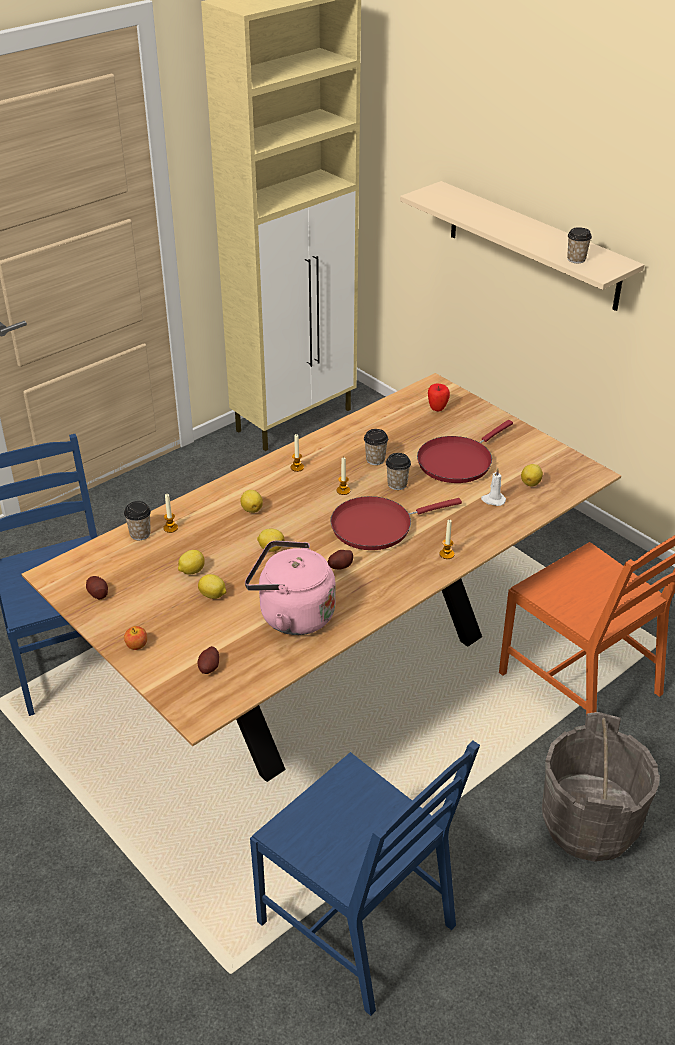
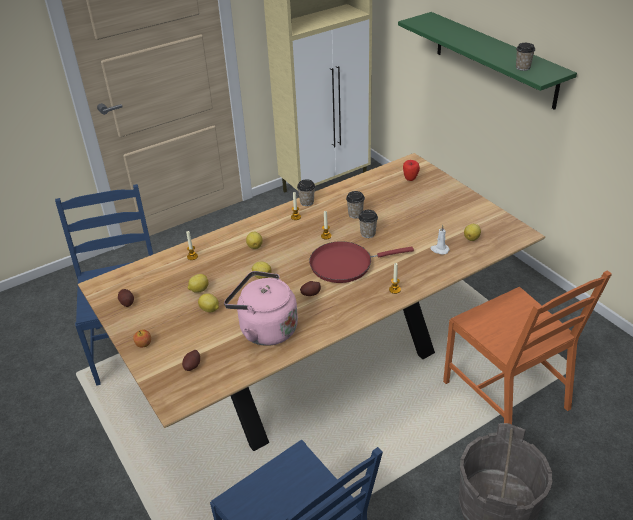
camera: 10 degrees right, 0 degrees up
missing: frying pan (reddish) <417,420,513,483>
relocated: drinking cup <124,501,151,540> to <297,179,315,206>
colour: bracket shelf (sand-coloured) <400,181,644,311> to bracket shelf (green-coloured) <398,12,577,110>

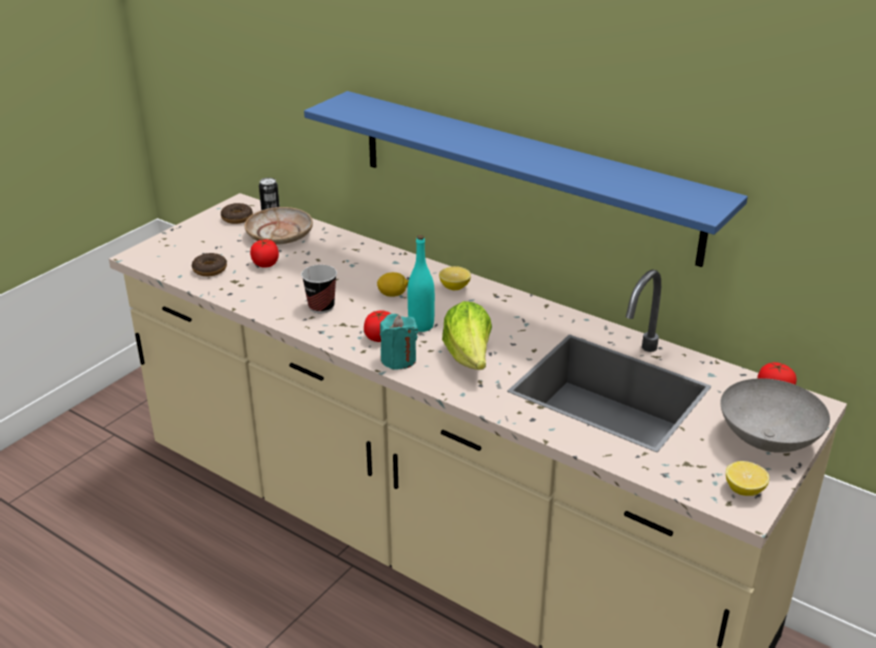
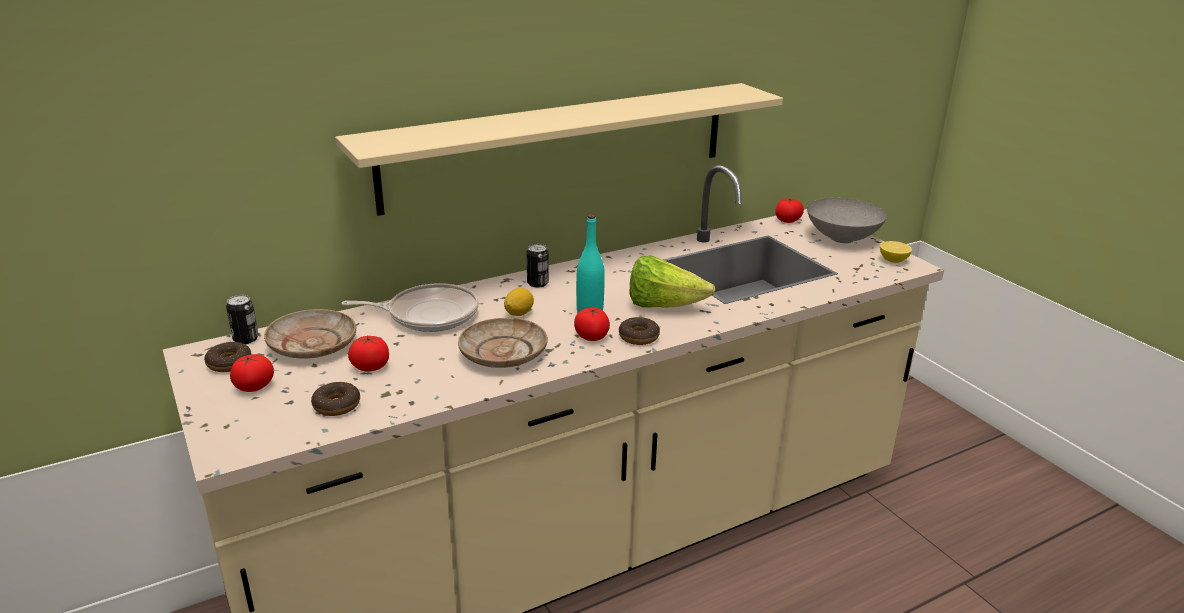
camera: 65 degrees left, 5 degrees down
appeared: fresh tomato <230,354,274,392>; frying pan <342,283,479,332>
exchanged: drinking cup <301,265,337,313> to plate (sand-coloured) <458,318,548,368>; whole lemon <439,266,471,290> to sealed can <526,244,549,288>; candle (turquoise) <380,314,418,370> to doughnut <619,317,660,345>
colour: bracket shelf (bluish) <304,91,748,267> to bracket shelf (sand-coloured) <335,83,783,216>

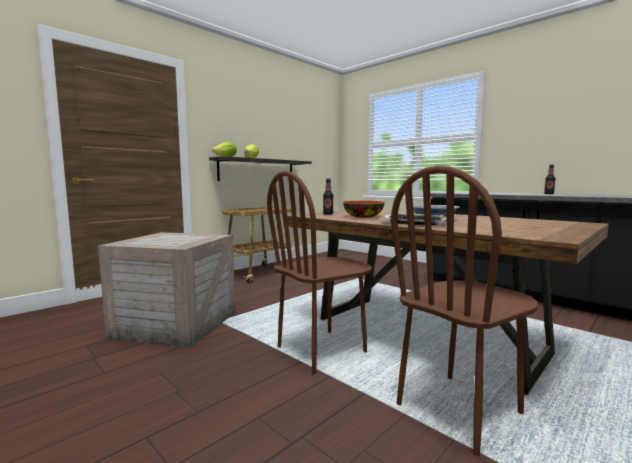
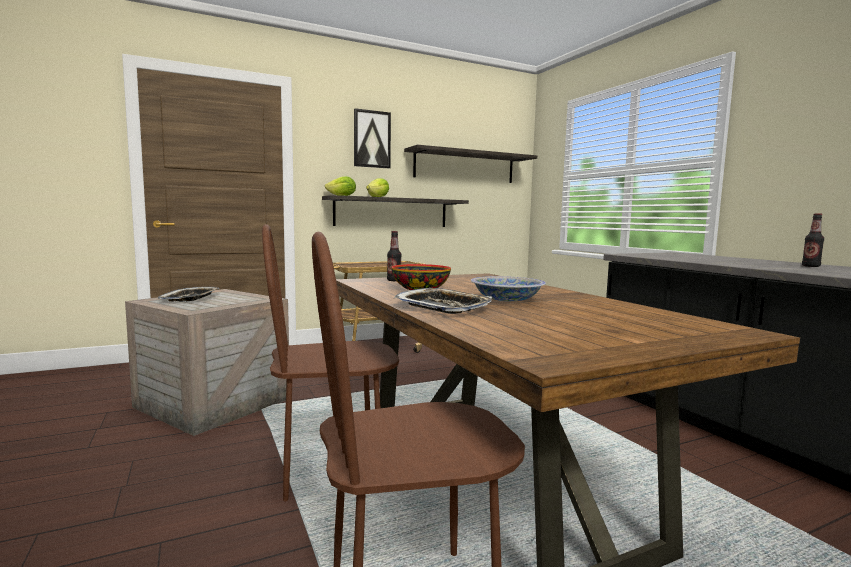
camera: 20 degrees right, 0 degrees up
appeared: serving tray <158,287,220,302>; wall art <354,108,391,168>; bracket shelf <404,145,537,183>

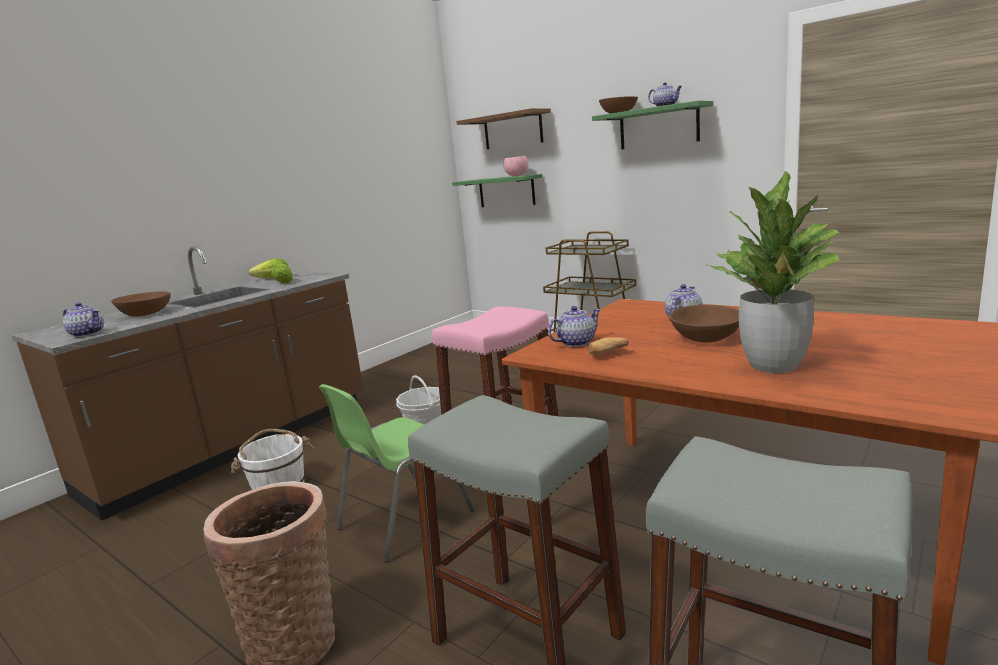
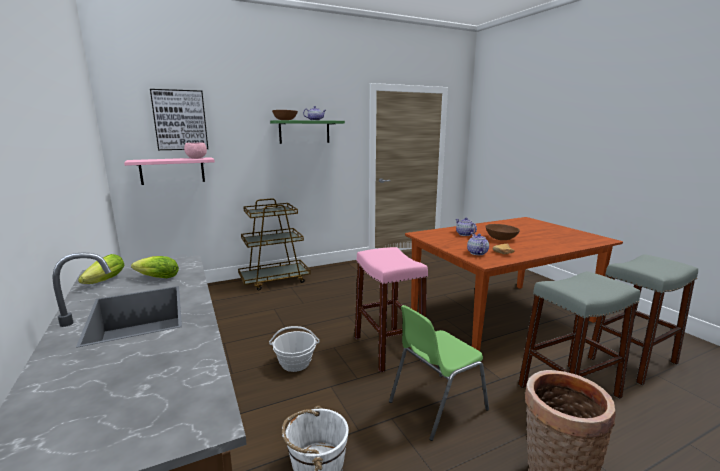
camera: 65 degrees left, 0 degrees up
missing: teapot <63,302,104,337>; bowl (brown) <111,291,171,316>; houseplant <708,171,839,373>
exchanged: bracket shelf (brown) <456,108,551,149> to wall art <150,89,208,150>
colour: bracket shelf (green-coloured) <452,174,542,207> to bracket shelf (pinkish) <124,157,215,185>
spun: upright chair (green-coloured) <319,384,474,563> = <389,305,489,441> 75 degrees clockwise

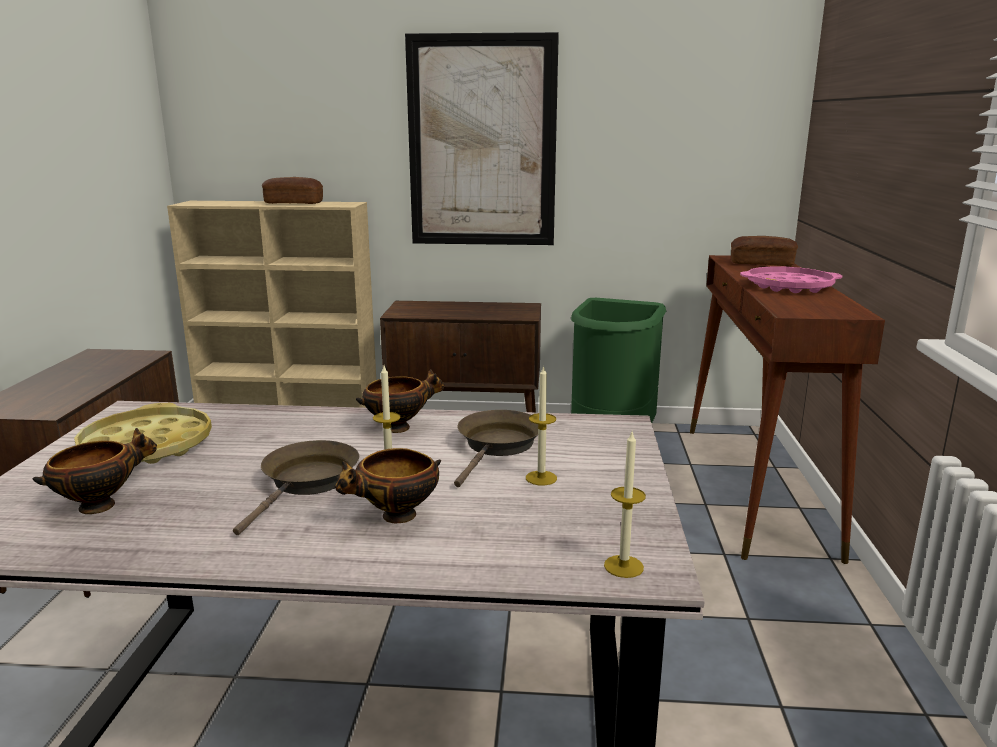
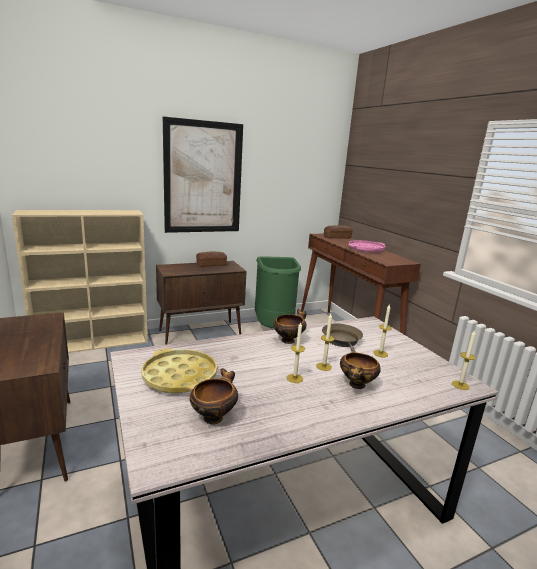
camera: 30 degrees left, 0 degrees up
relocated: baked bread <262,177,323,204> to <196,251,227,267>
exchanged: frying pan (brown) <233,440,359,535> to candle <287,322,305,383>

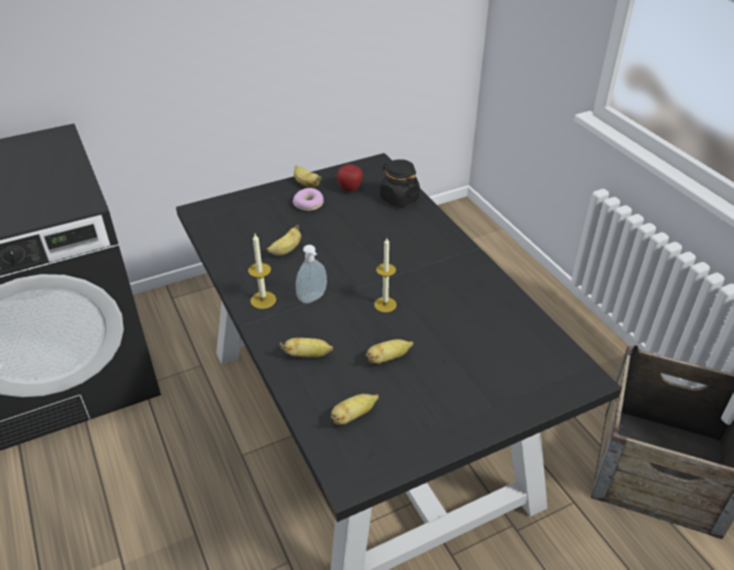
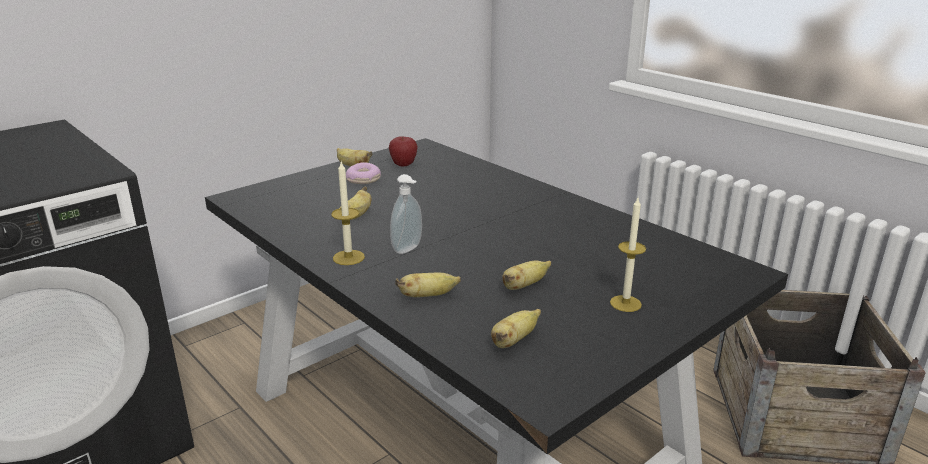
camera: 15 degrees left, 15 degrees down
missing: storage jar (black) <380,159,420,207>
relocated: candle <374,238,397,313> to <610,198,646,312>

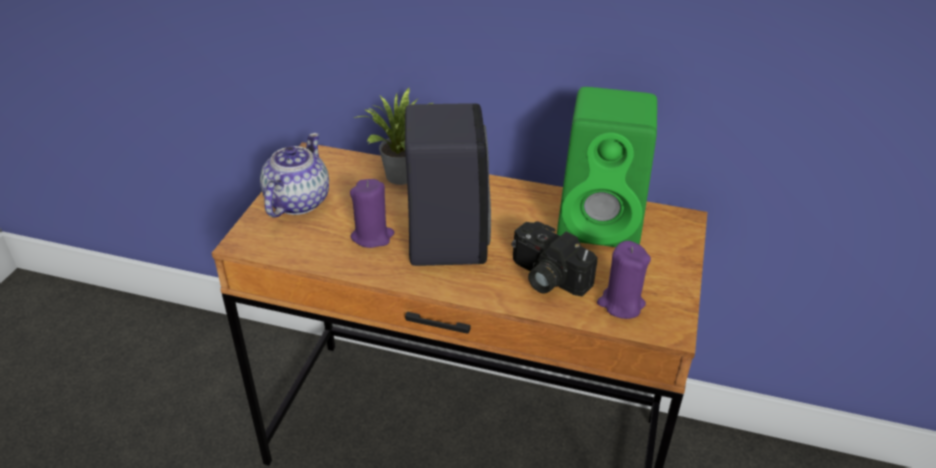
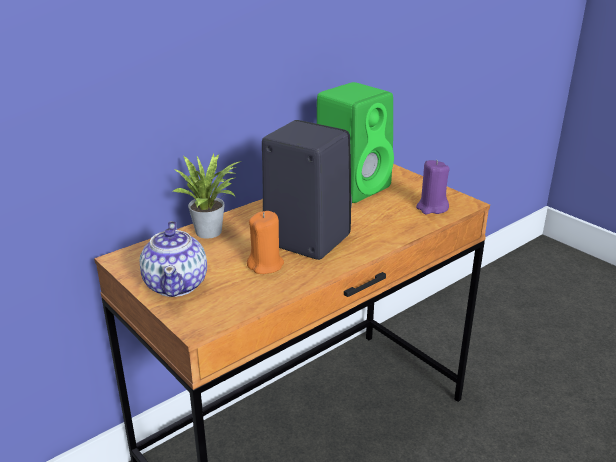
camera: 55 degrees left, 10 degrees down
missing: still camera <512,222,598,296>
colour: candle (purple-coloured) <350,179,394,248> to candle (orange-coloured) <247,211,284,274>
spun: teapot <260,133,329,218> = <140,221,207,297> 150 degrees counterclockwise

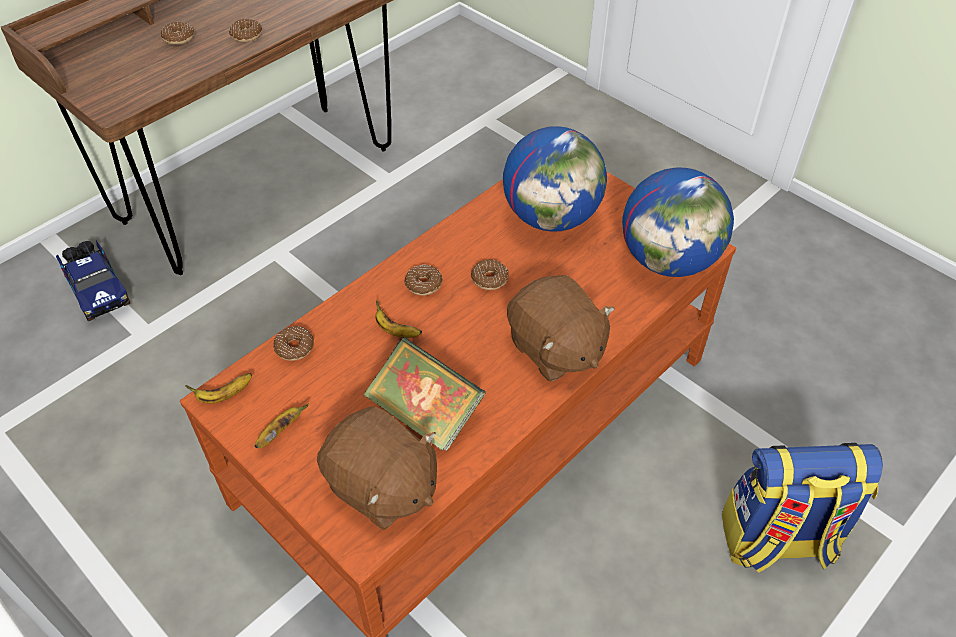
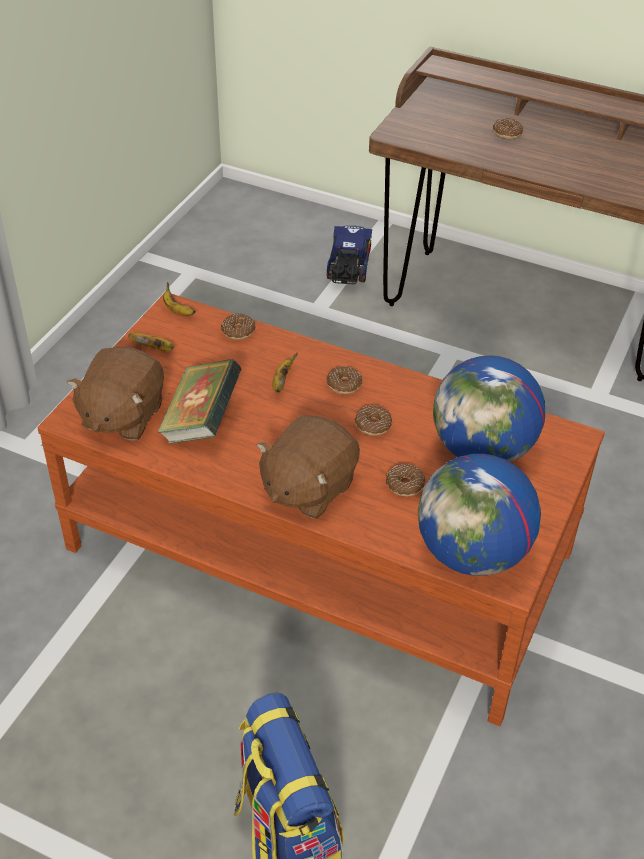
camera: 70 degrees right, 5 degrees down
relocated: doughnut <229,19,262,42> to <386,464,425,497>
spun: model truck <56,240,131,321> = <327,226,372,284> 150 degrees clockwise

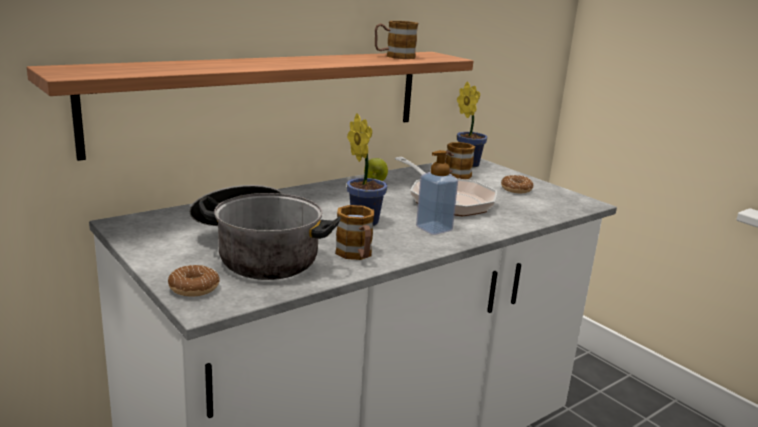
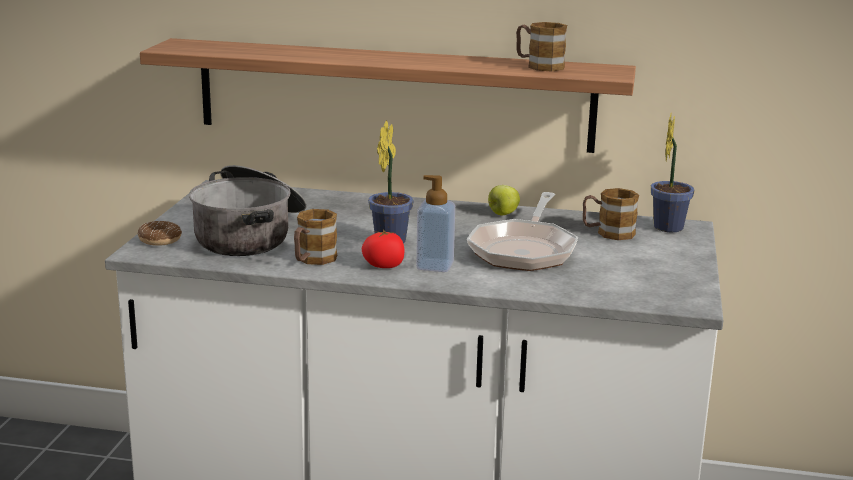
camera: 50 degrees right, 0 degrees up
missing: doughnut <501,175,533,193>
appeared: fresh tomato <362,229,404,268>

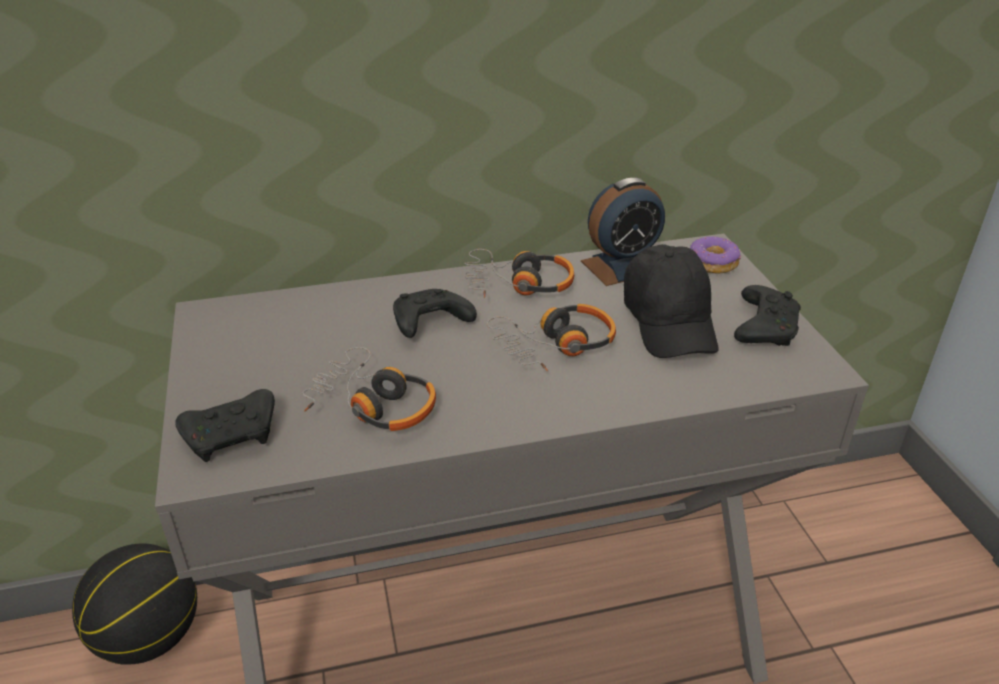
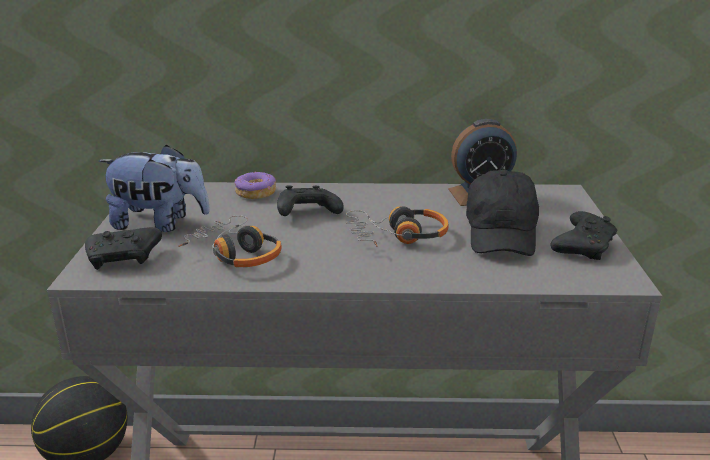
camera: 15 degrees right, 10 degrees down
missing: headset <464,249,574,298>
appeared: cuddly toy <99,144,210,232>
relocated: doughnut <690,236,741,274> to <235,172,276,199>

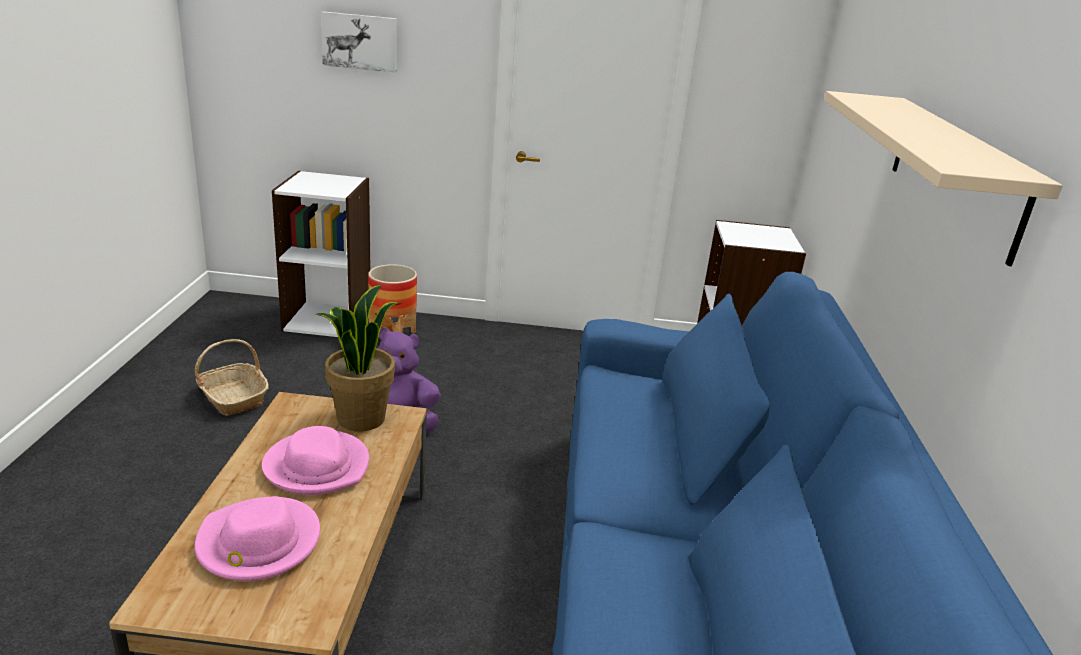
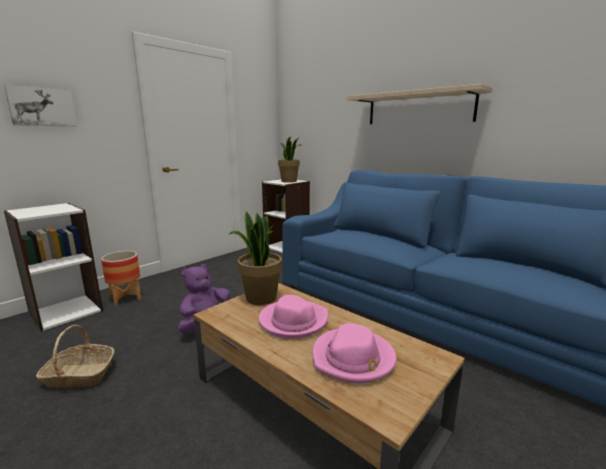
camera: 50 degrees left, 10 degrees down
appeared: houseplant <278,137,301,183>

